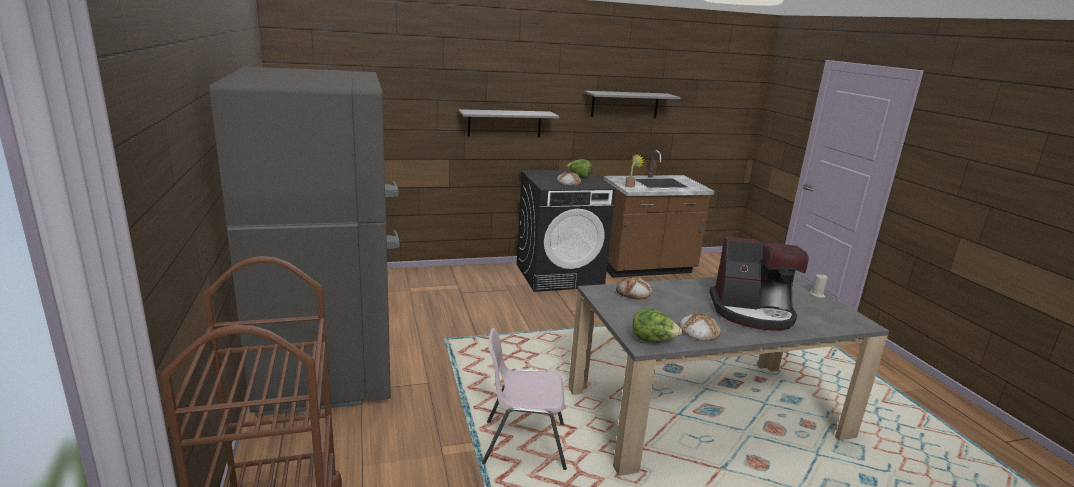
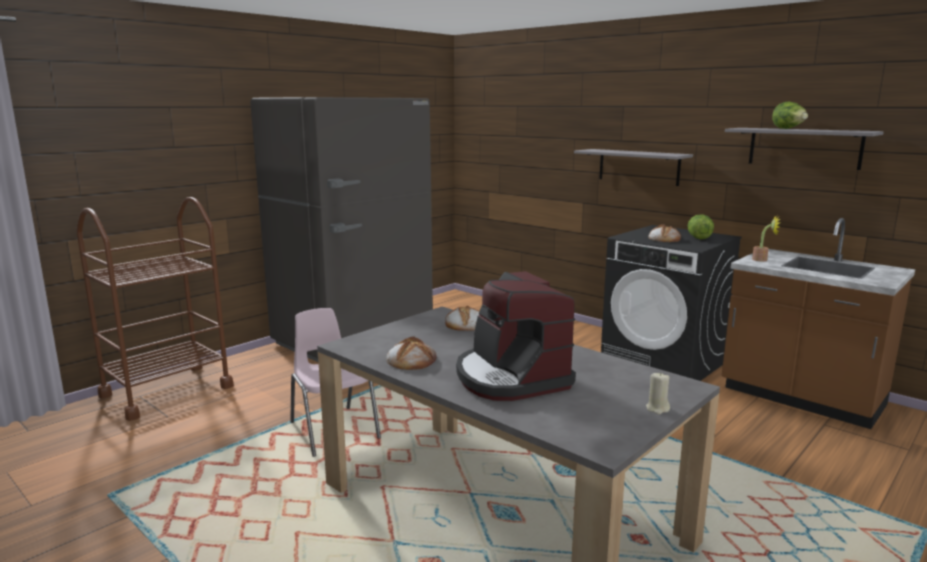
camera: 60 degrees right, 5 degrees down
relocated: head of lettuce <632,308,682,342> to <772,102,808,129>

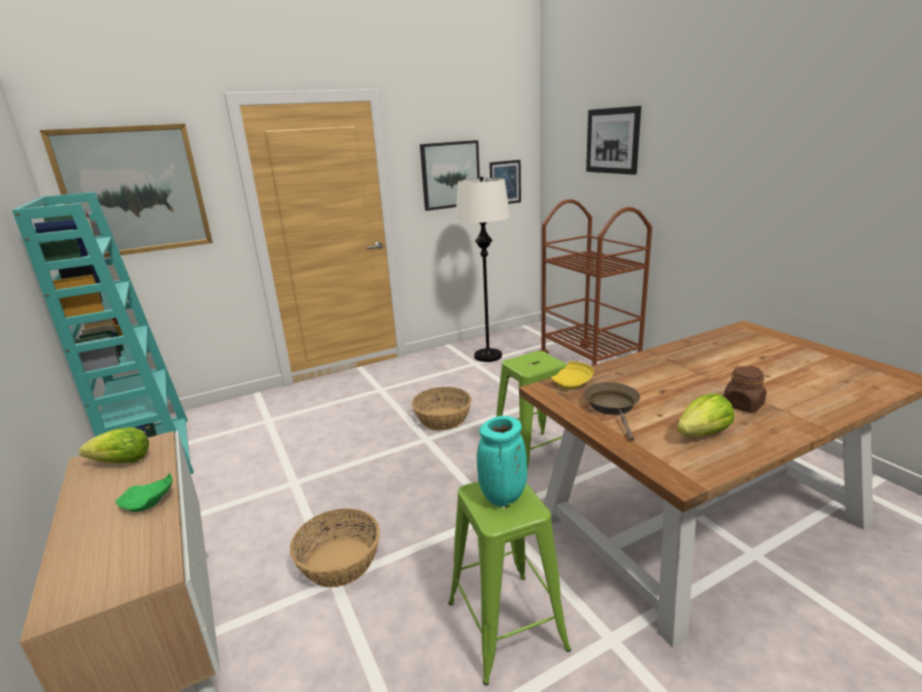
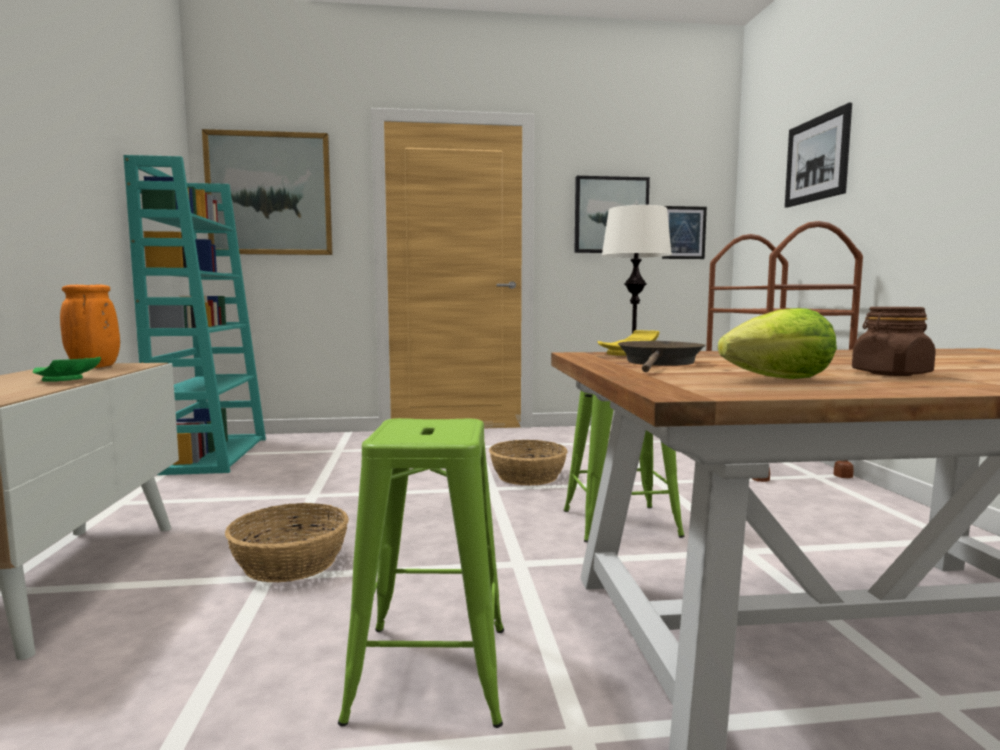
camera: 20 degrees right, 15 degrees down
missing: vase (turquoise) <477,416,527,507>
exchanged: head of lettuce <79,427,149,463> to vase (orange-coloured) <60,285,120,368>

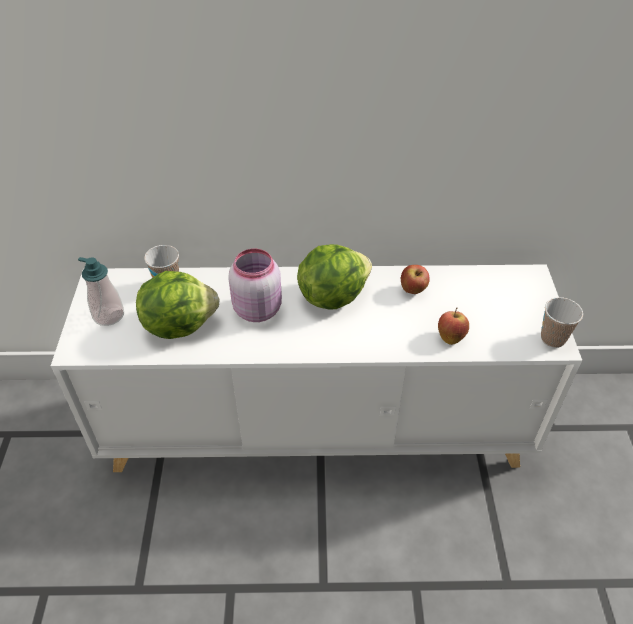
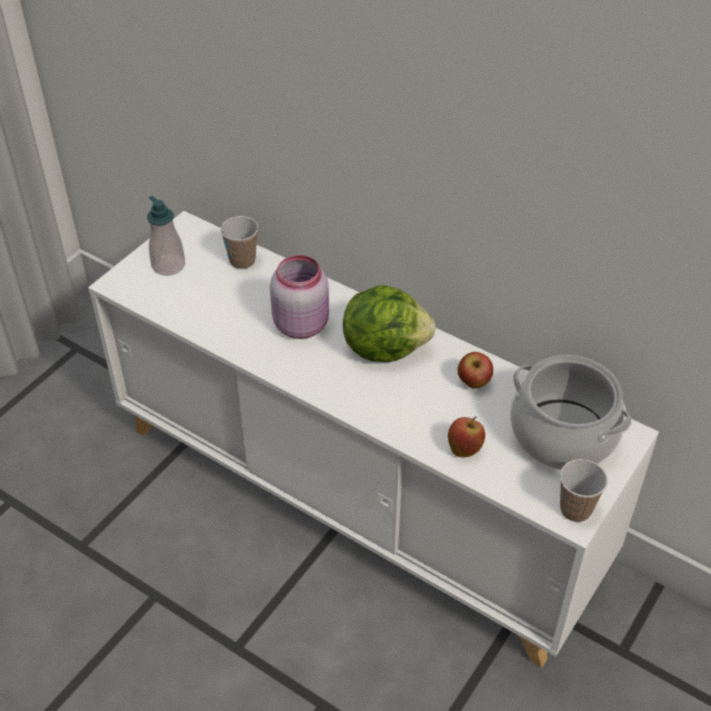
camera: 35 degrees right, 0 degrees up
missing: head of lettuce <136,271,220,339>
appeared: saucepot <510,355,632,470>

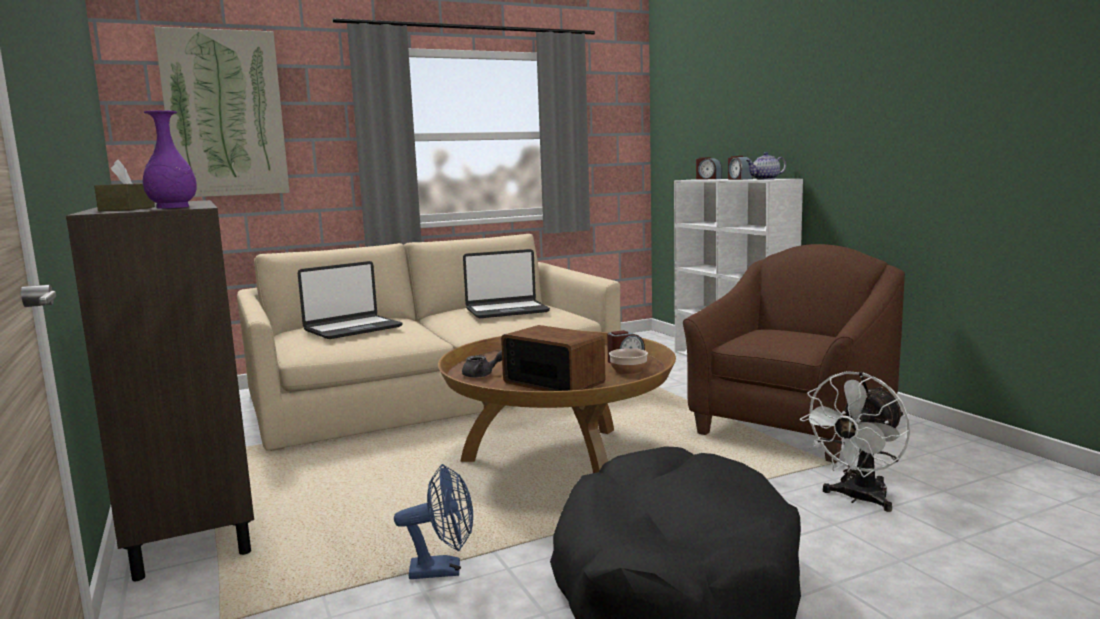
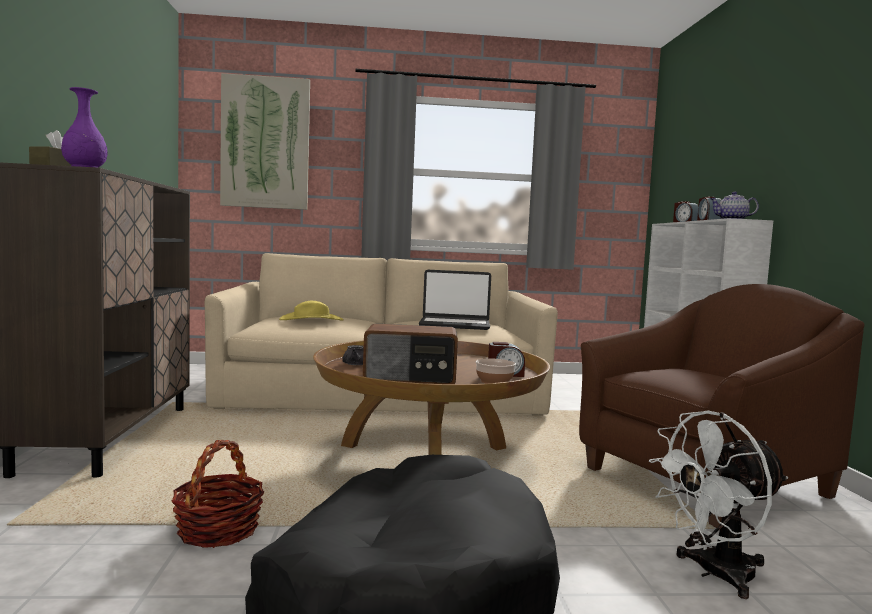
camera: 20 degrees right, 5 degrees down
exchanged: electric fan (bluish) <394,464,473,579> to storage basket <172,440,264,548>; portable computer <298,261,403,339> to clothing hat (yellow-coloured) <279,301,344,321>
spun: radio <501,325,605,391> = <363,323,458,384> 120 degrees clockwise

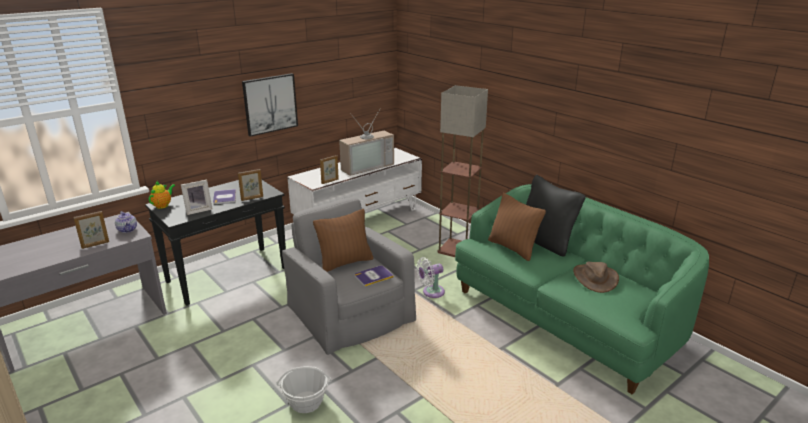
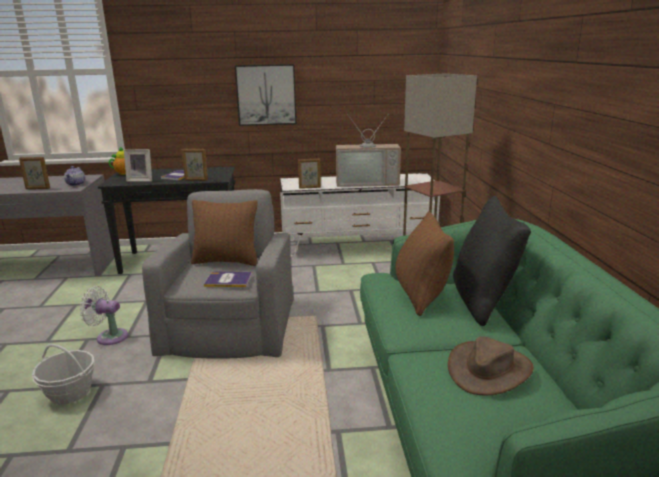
camera: 35 degrees right, 5 degrees down
relocated: electric fan (whitish) <417,257,445,298> to <80,286,128,345>

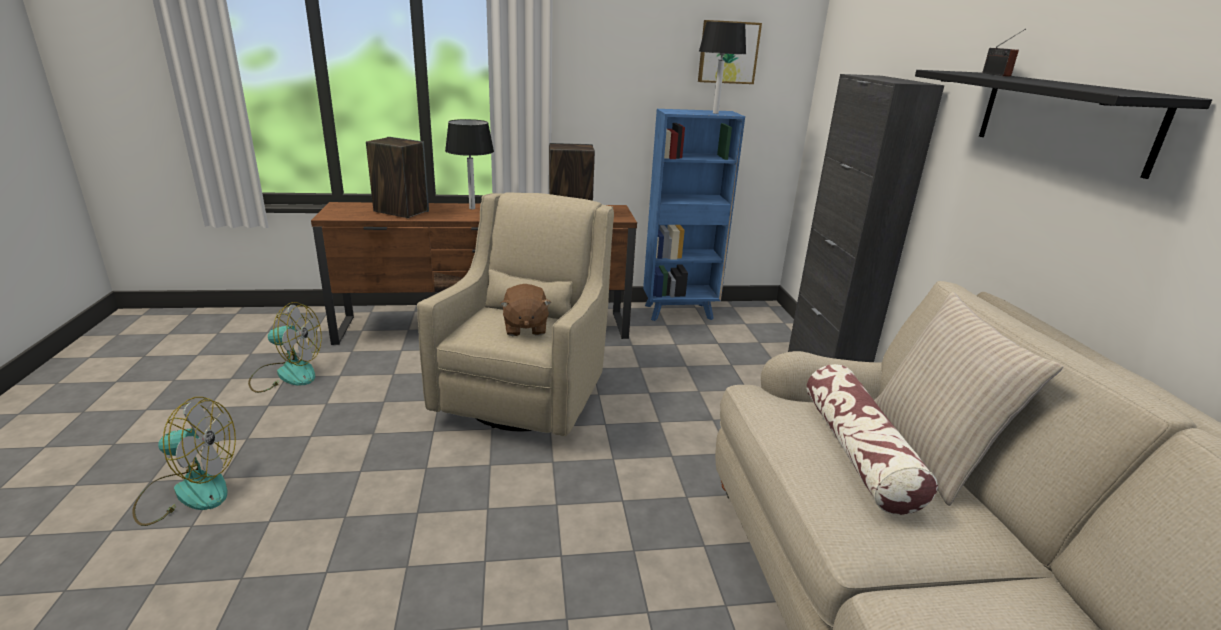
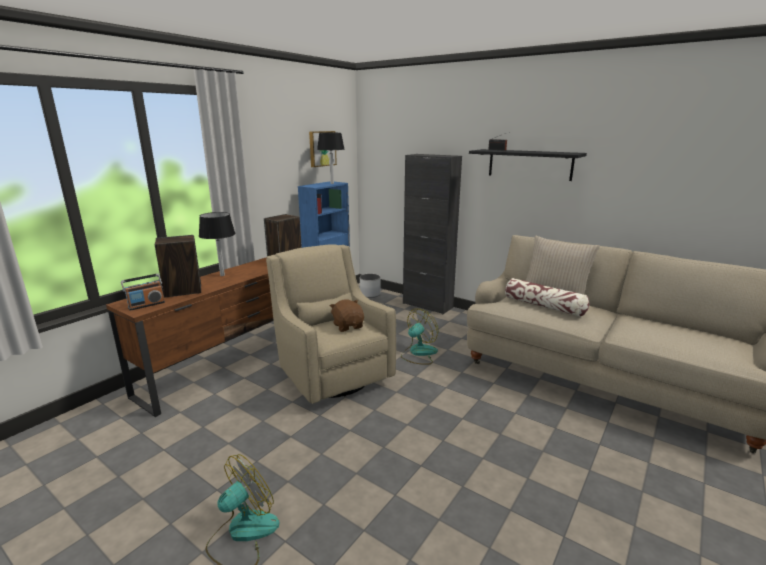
camera: 45 degrees left, 5 degrees down
appeared: radio <121,273,165,311>; planter (whitish) <360,274,381,298>
relocated: electric fan <248,302,322,393> to <401,309,438,365>
spun: cuddly toy (brown) <500,284,551,336> = <330,299,364,332> 150 degrees counterclockwise

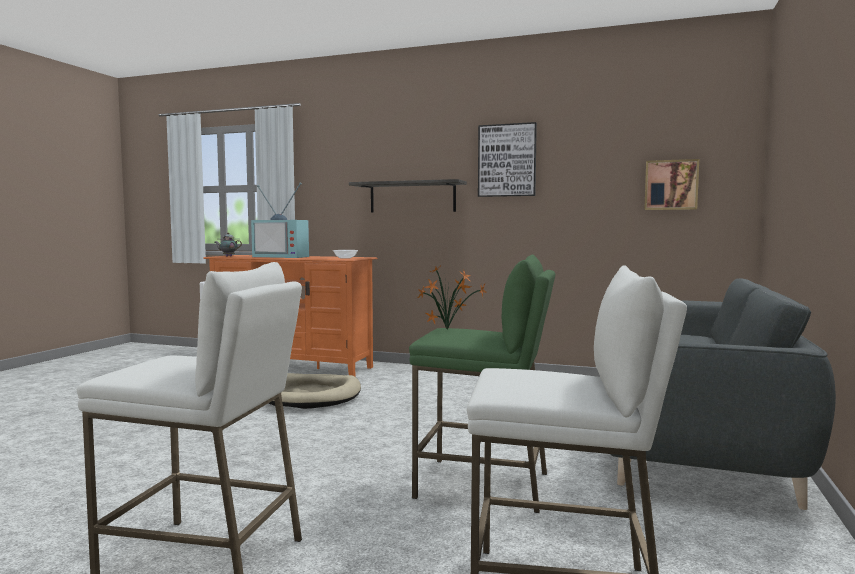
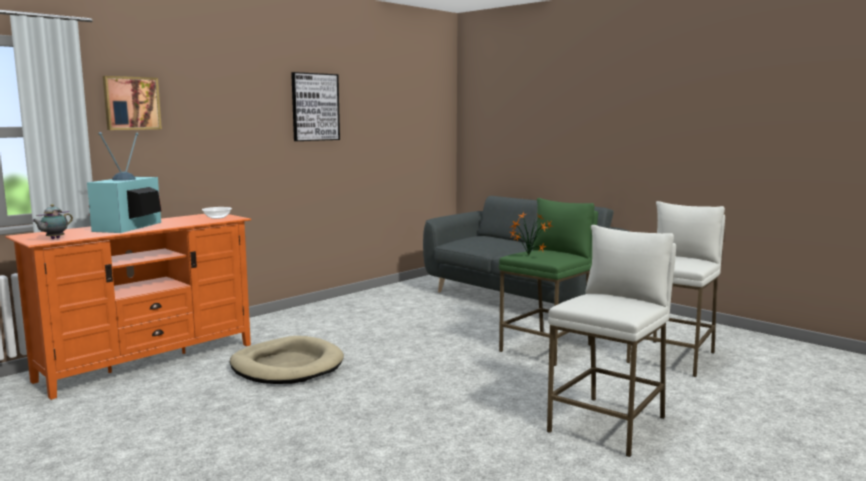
camera: 65 degrees left, 5 degrees up
missing: bracket shelf <349,179,467,213>
relocated: wall art <644,159,699,210> to <103,76,162,130>
spun: TV <251,182,309,258> = <87,132,161,233> 150 degrees clockwise

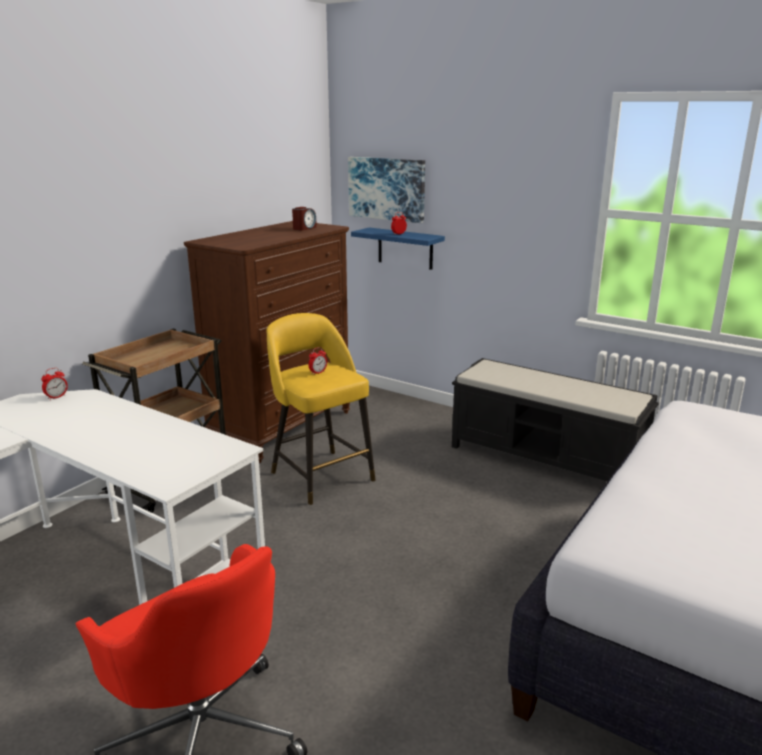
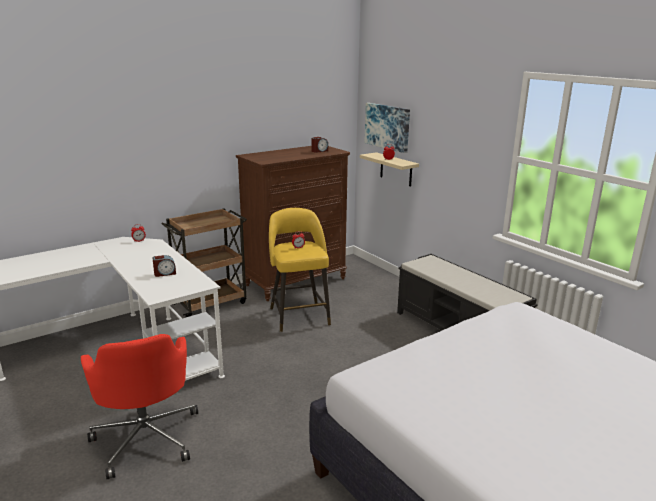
camera: 20 degrees right, 0 degrees up
appeared: alarm clock <152,255,176,277>
colour: bracket shelf (bluish) <351,228,445,270> to bracket shelf (sand-coloured) <360,152,419,186>

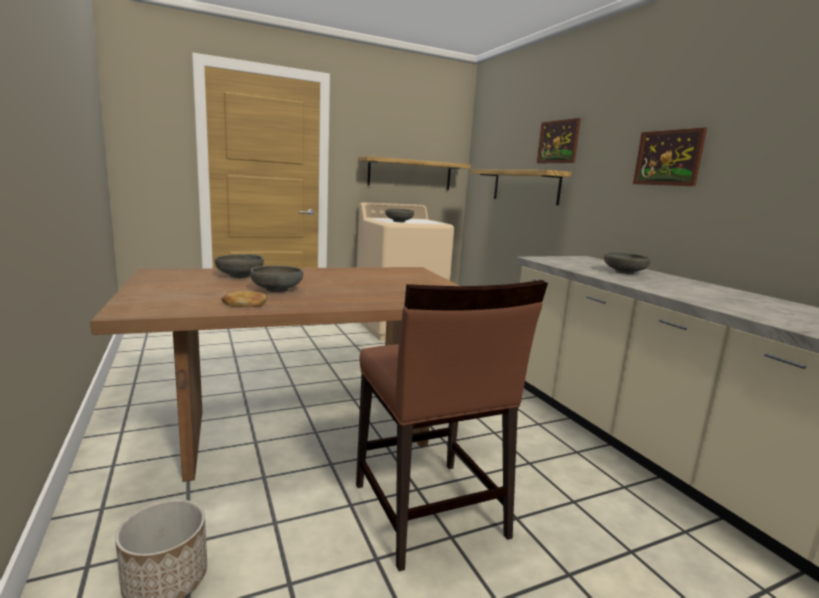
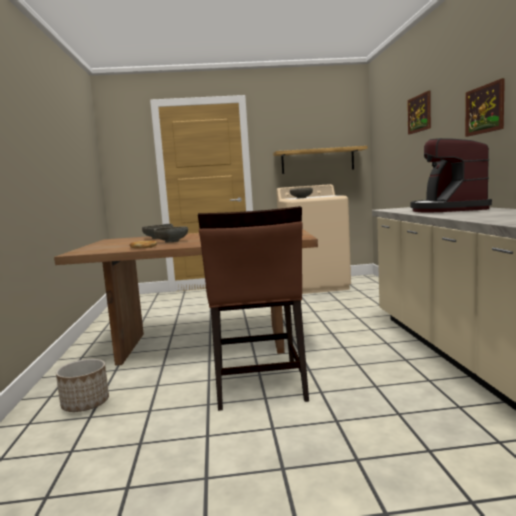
camera: 20 degrees right, 5 degrees down
missing: bracket shelf <470,169,572,205>
exchanged: bowl (grey) <604,252,651,274> to coffee brewer <411,138,492,213>

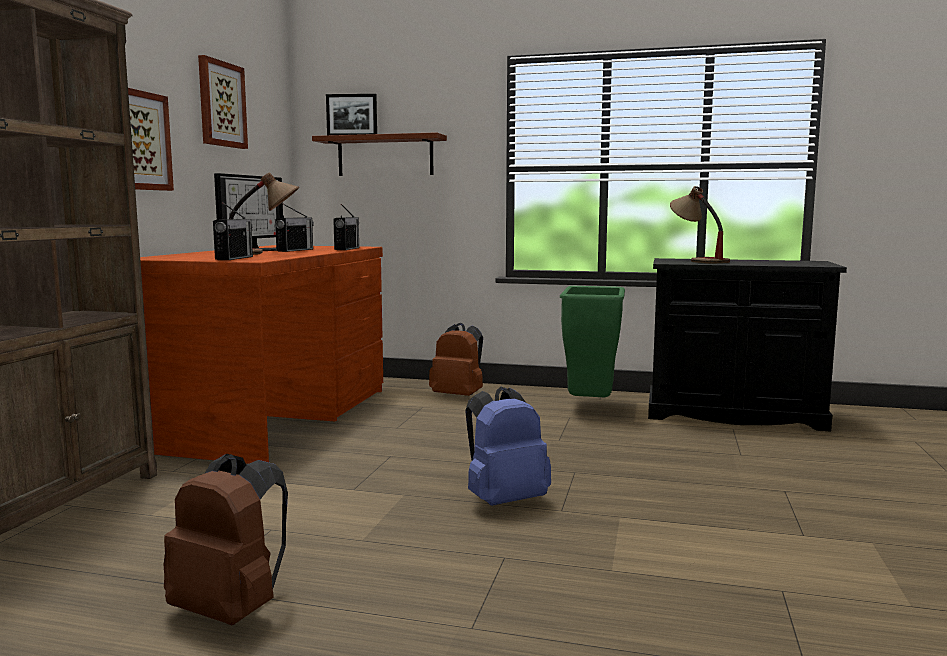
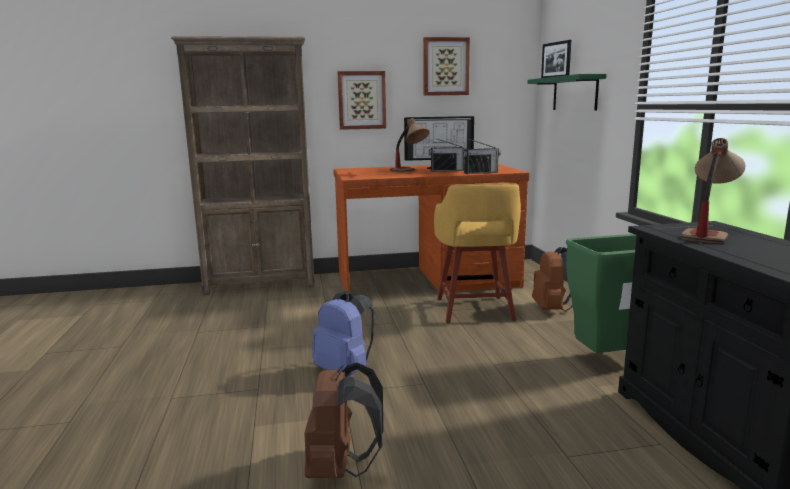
camera: 65 degrees right, 5 degrees up
missing: radio <213,202,253,260>
appeared: stool seat (yellow-coloured) <434,183,521,323>
relocated: rucksack (brown) <163,454,288,625> to <304,363,383,478>
colour: bracket shelf (brown) <312,132,447,176> to bracket shelf (green-coloured) <527,74,606,111>

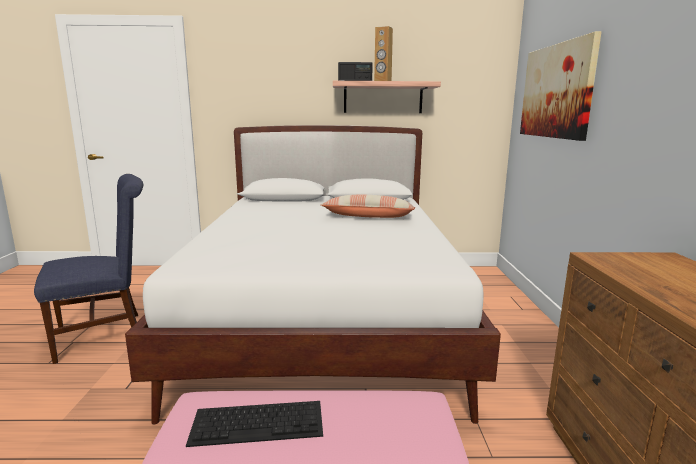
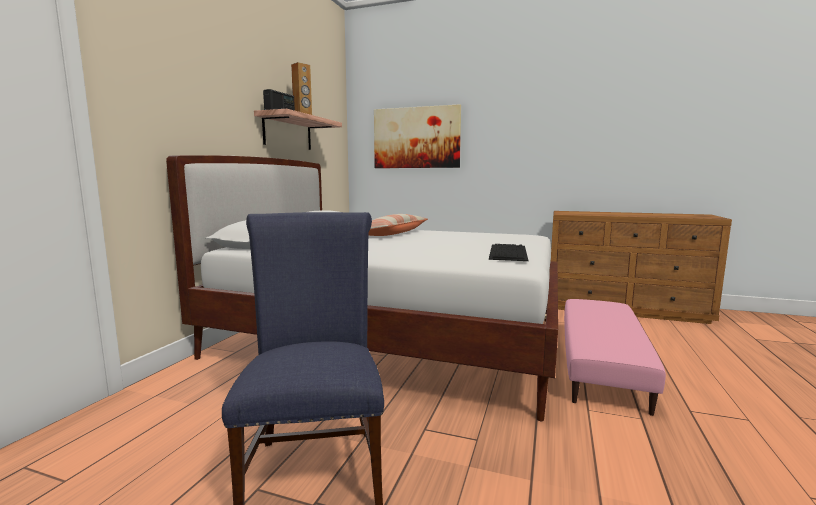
camera: 70 degrees left, 5 degrees down
relocated: computer keyboard <186,401,323,447> to <489,244,528,261>

